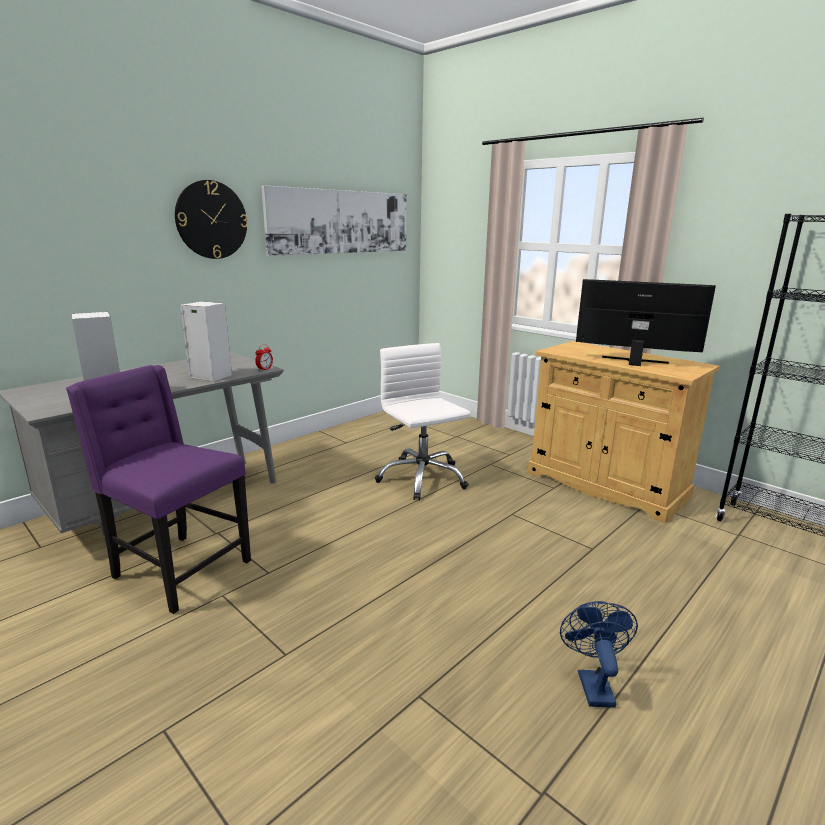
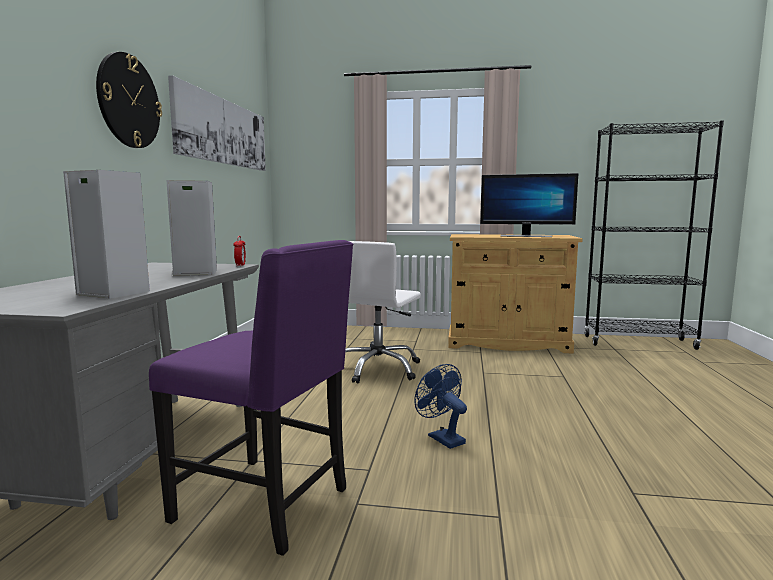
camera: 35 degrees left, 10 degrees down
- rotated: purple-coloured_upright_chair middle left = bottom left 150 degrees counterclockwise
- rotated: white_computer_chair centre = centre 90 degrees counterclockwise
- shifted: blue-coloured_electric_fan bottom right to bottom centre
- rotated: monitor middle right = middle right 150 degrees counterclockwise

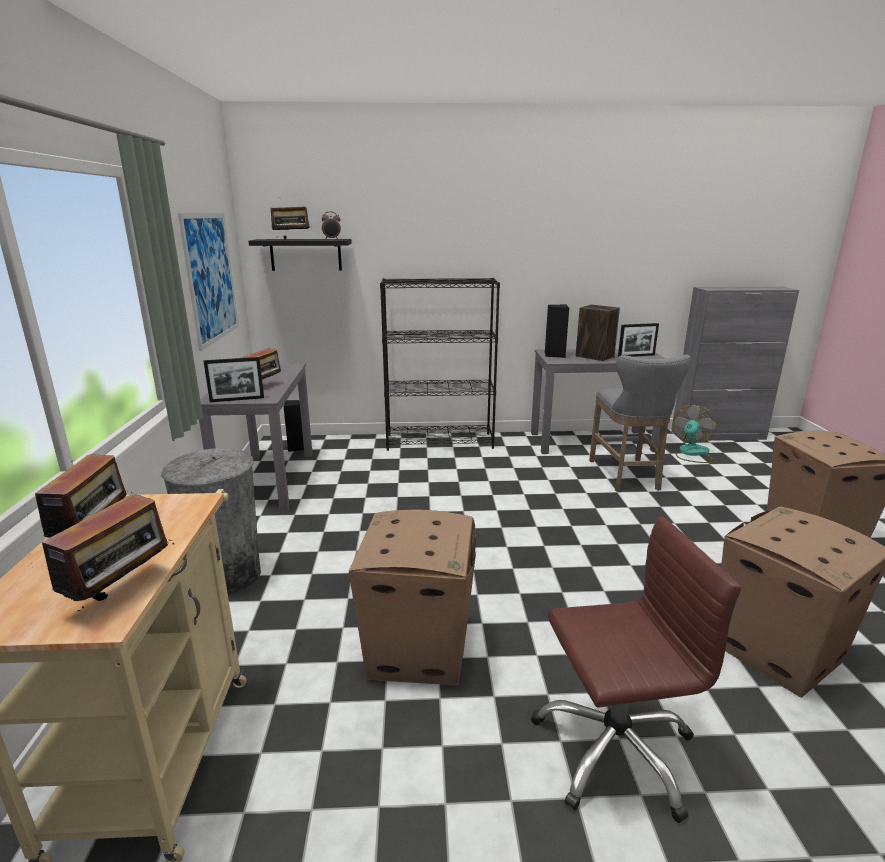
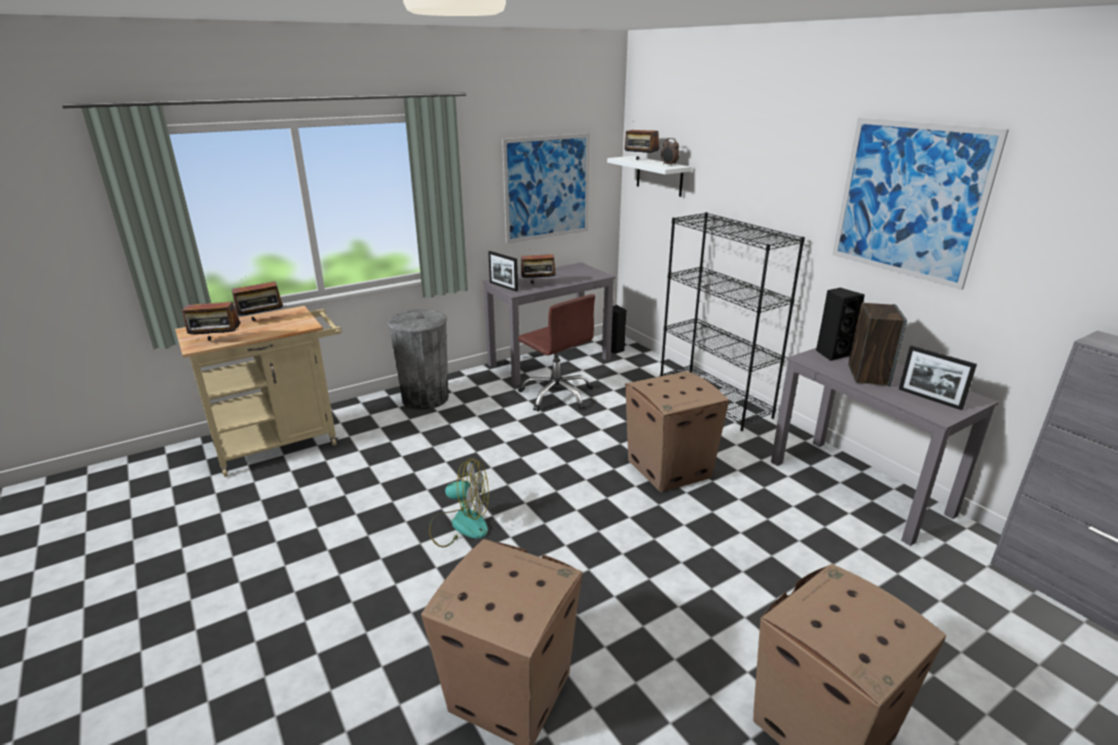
camera: 60 degrees right, 5 degrees up
- shifted: electric_fan middle right to bottom centre
- shifted: brownish_computer_chair bottom right to centre
- repainted: black-coloured_shelf top centre to white_shelf top centre
- shifted: packing_box (no. 1 from left in the first image) bottom centre to packing_box (no. 2 from left) centre
- new: wall_art (no. 2 from left) top right
- gone: grey_sitting_stool middle right

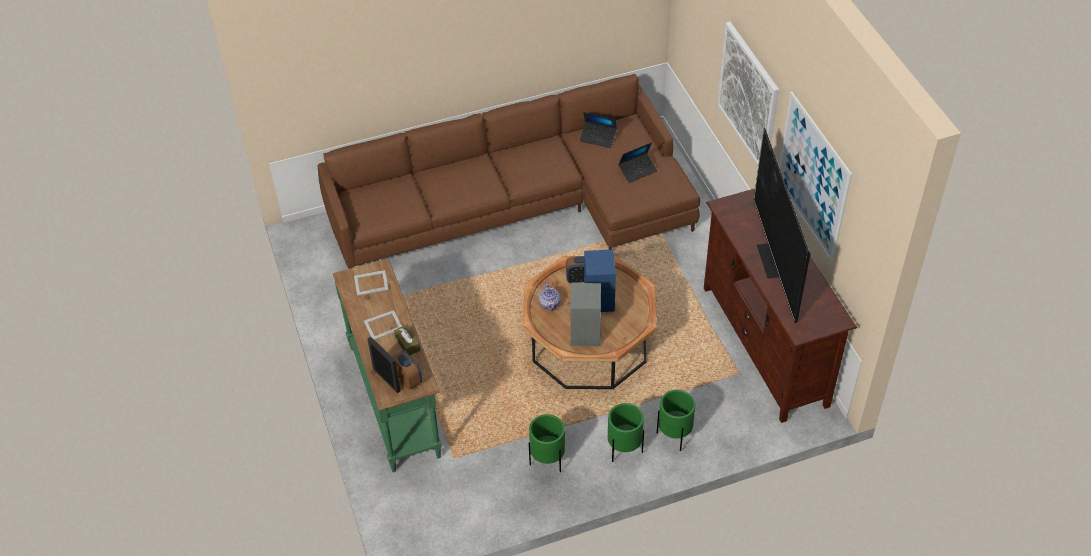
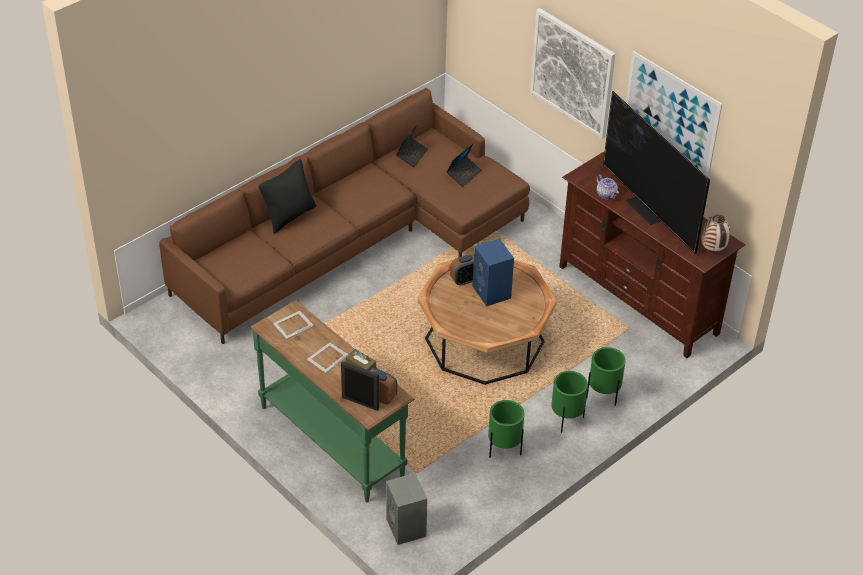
camera: 25 degrees left, 5 degrees down
- new: black-coloured_cushion middle left
- shifted: grey_speaker centre to bottom centre
- rotated: portable_computer (no. 1 from left) top centre = top centre 60 degrees counterclockwise
- shifted: tea_pot centre to top right
- new: flower_vase middle right

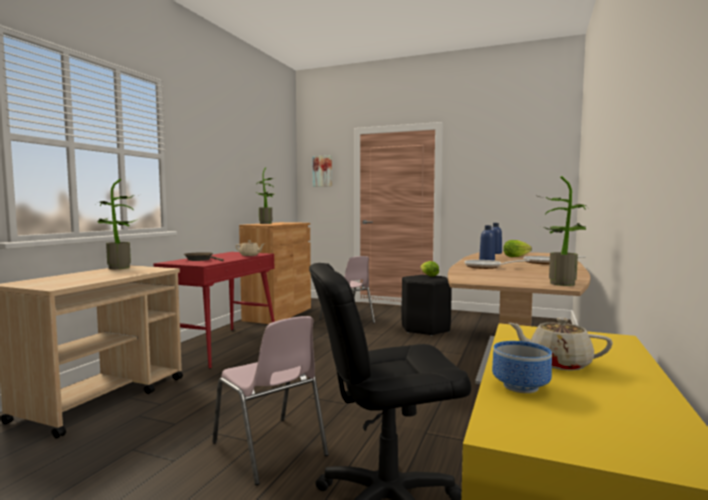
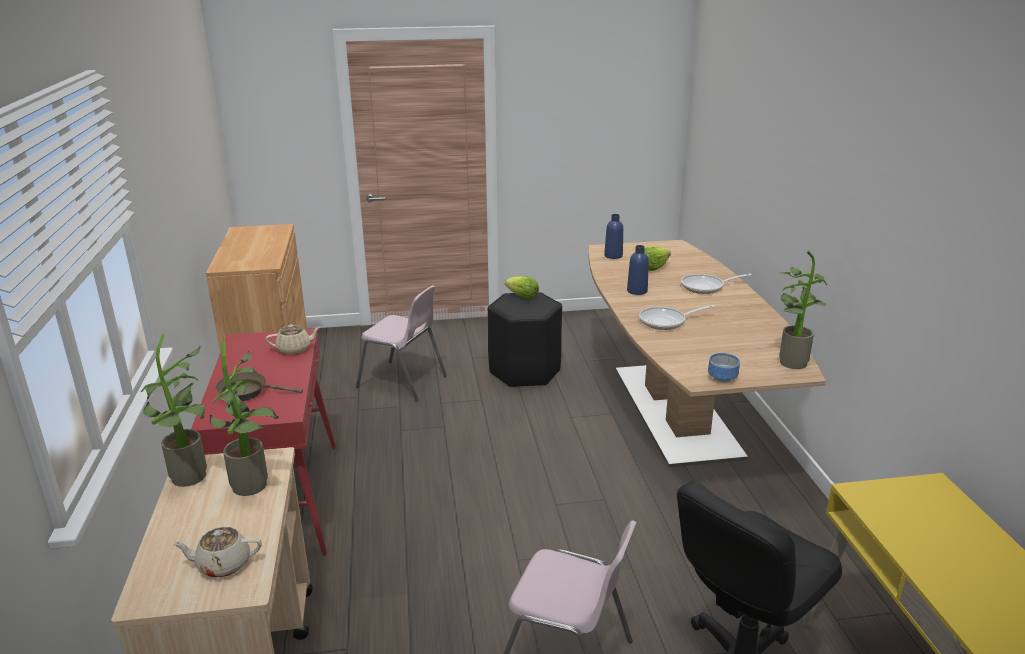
camera: 30 degrees left, 20 degrees up
- shifted: beige_tea_pot (no. 2 from left in the first image) bottom right to beige_tea_pot (no. 1 from left) bottom left
- shifted: plant_in_a_pot (no. 2 from left) centre to middle left
- shifted: deep_dish bottom right to middle right
- gone: wall_art centre

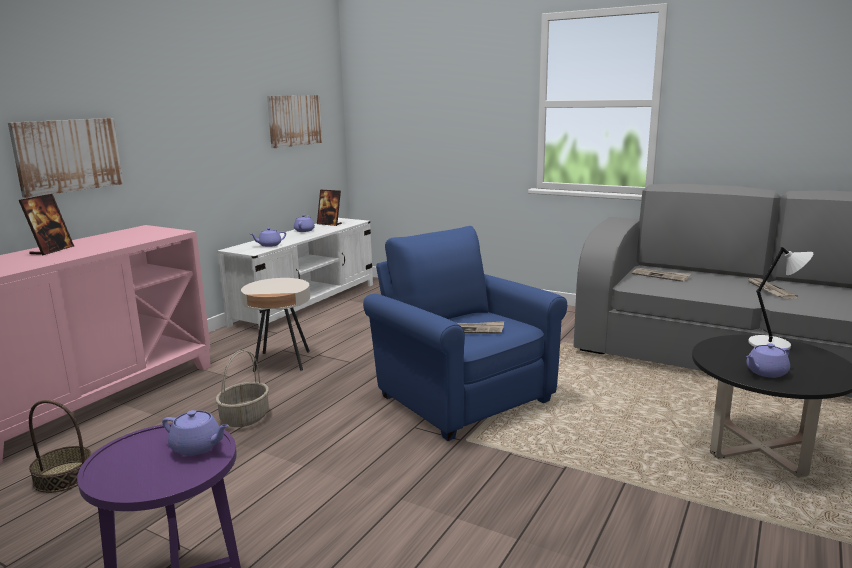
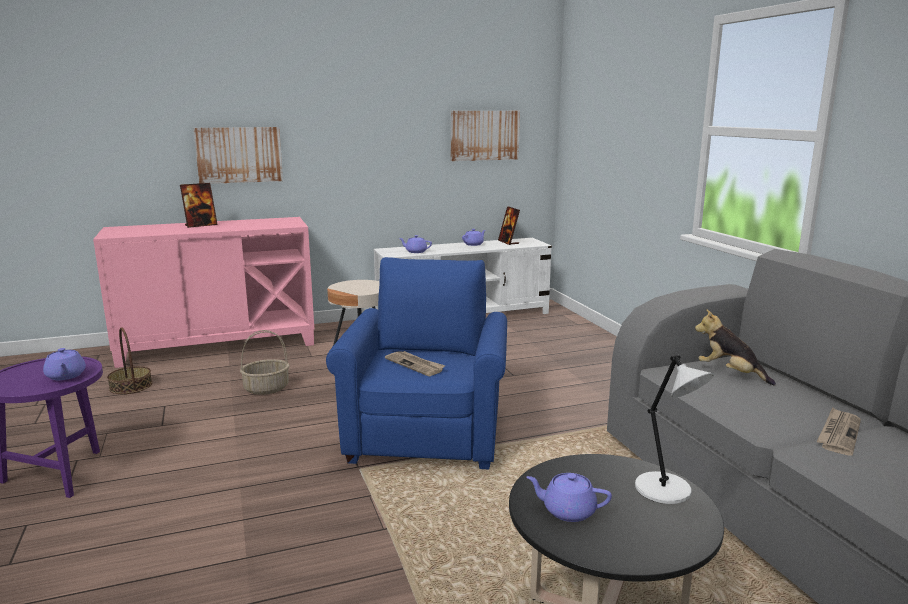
camera: 40 degrees right, 0 degrees up
- swapped: daily_paper (no. 2 from left) middle right to soft_toy middle right

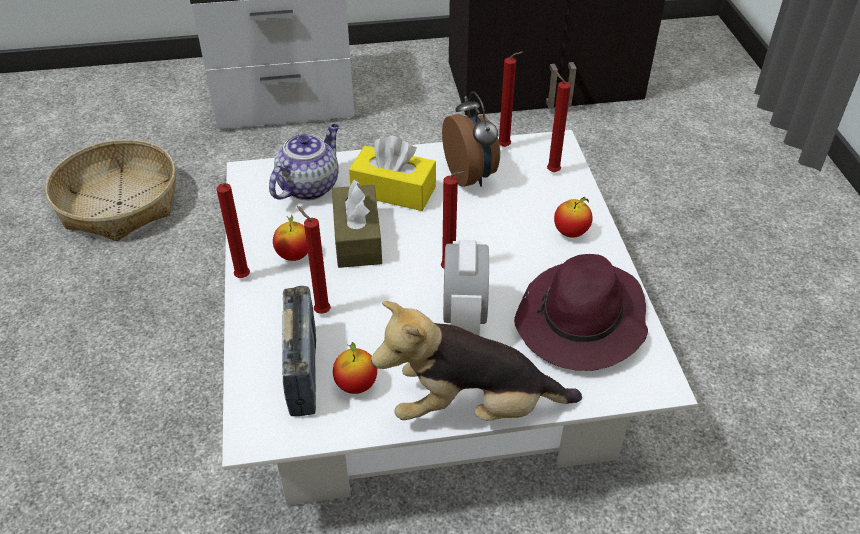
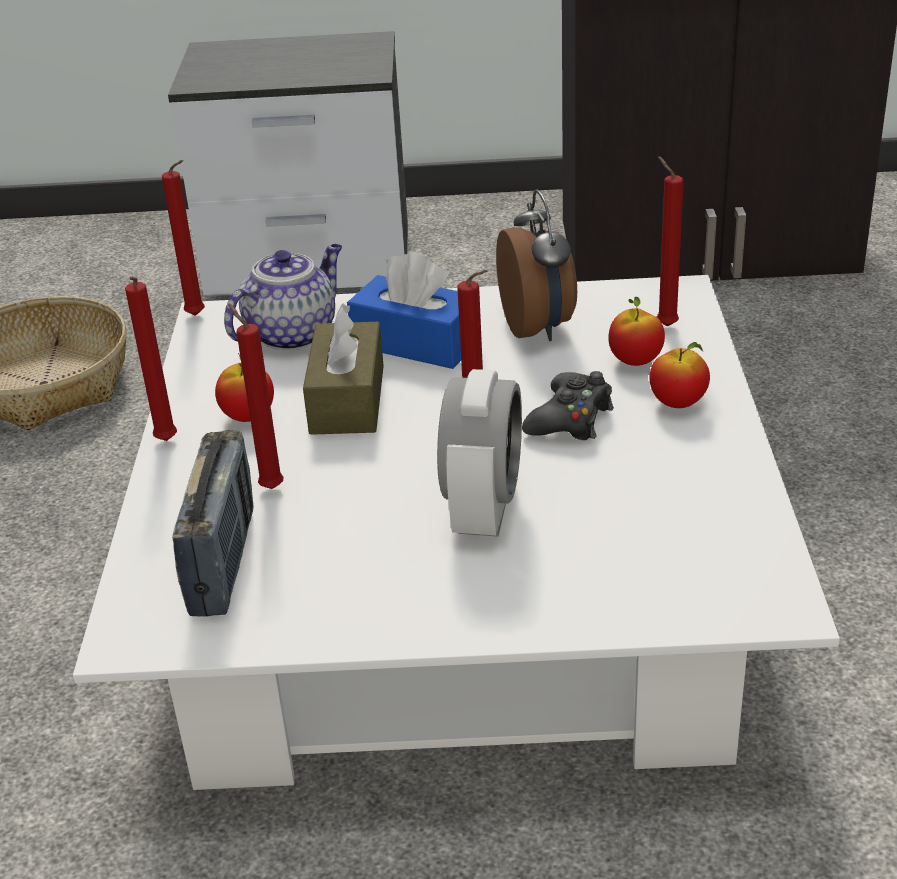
camera: 10 degrees right, 10 degrees down
- shifted: reddish_candle (no. 4 from left in the first image) top centre to reddish_candle (no. 2 from left) top left
- repainted: yellowish_box_of_tissues top centre to blue-coloured_box_of_tissues centre
- new: black-coloured_game_controller centre
- shifted: whole_apple (no. 2 from left) bottom centre to middle right
- gone: soft_toy bottom centre
- gone: purple-coloured_wearable_hat middle right

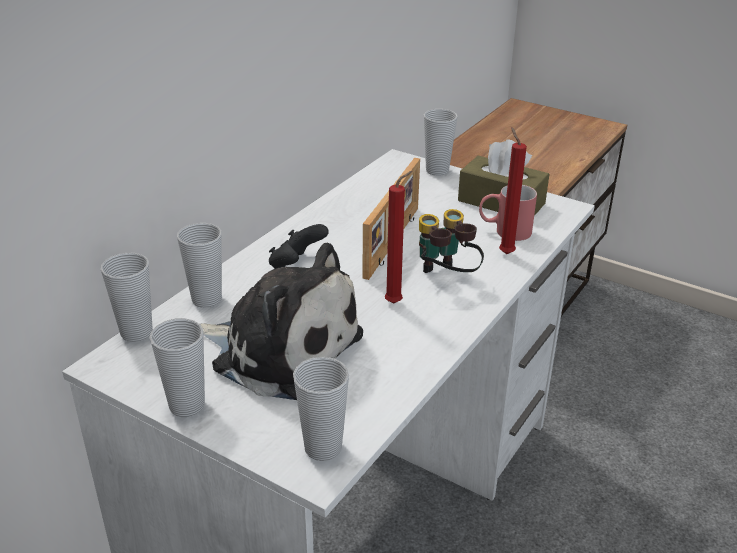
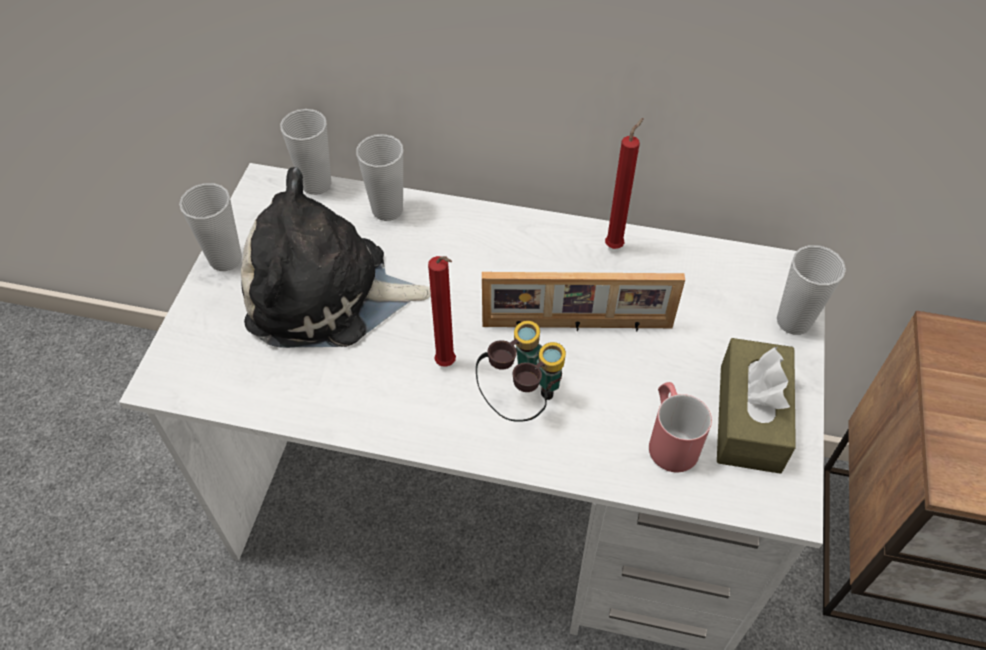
camera: 70 degrees right, 20 degrees up
- rotated: soft_toy centre = centre 90 degrees clockwise
- shifted: reddish_candle (no. 2 from left) middle right to top centre
- gone: black-coloured_game_controller centre
- gone: drinking_cup (no. 4 from left) bottom centre

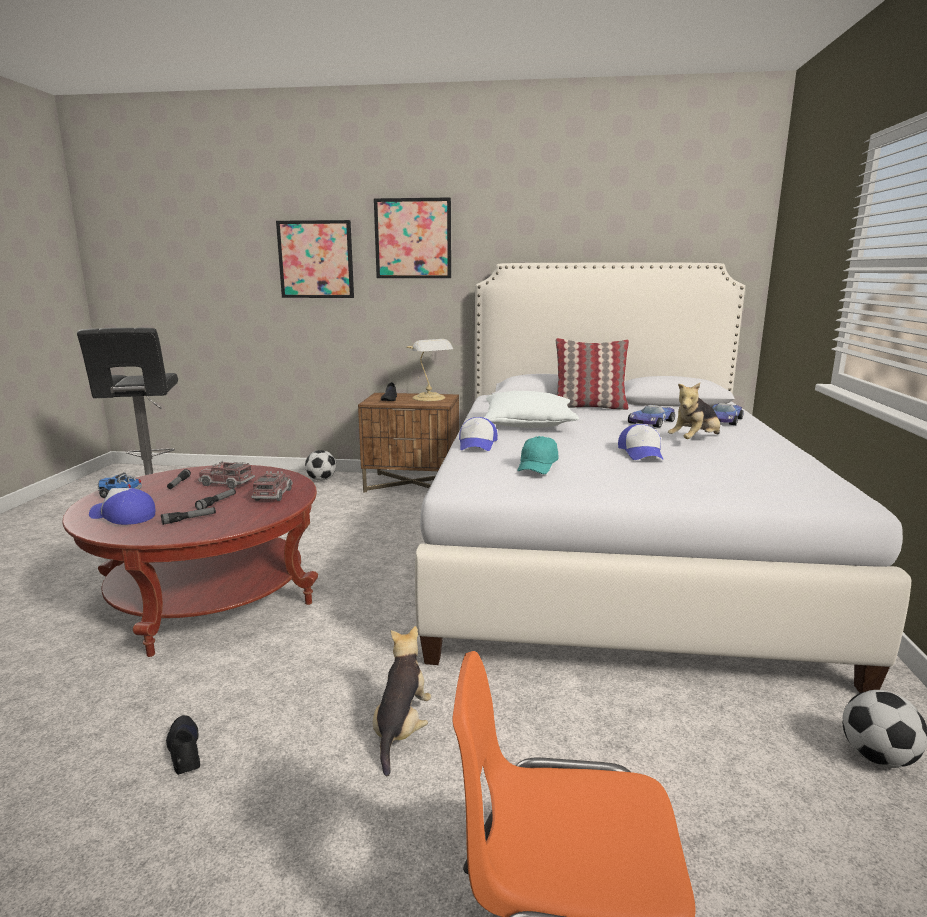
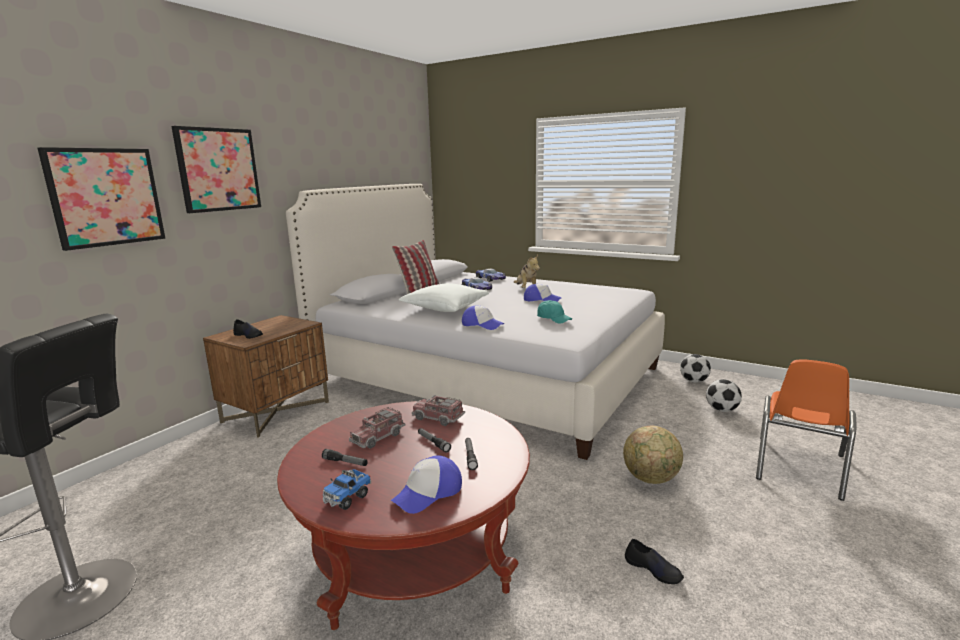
camera: 65 degrees left, 0 degrees up
- swapped: soft_toy (no. 1 from left) bottom centre to desk_globe bottom right
- rotated: black-coloured_item_of_footwear (no. 1 from left in the first image) bottom left = bottom right 135 degrees counterclockwise
- shifted: ball_for_football (no. 1 from left in the first image) centre to ball_for_football (no. 2 from left) middle right
- gone: lamp_for_a_table centre

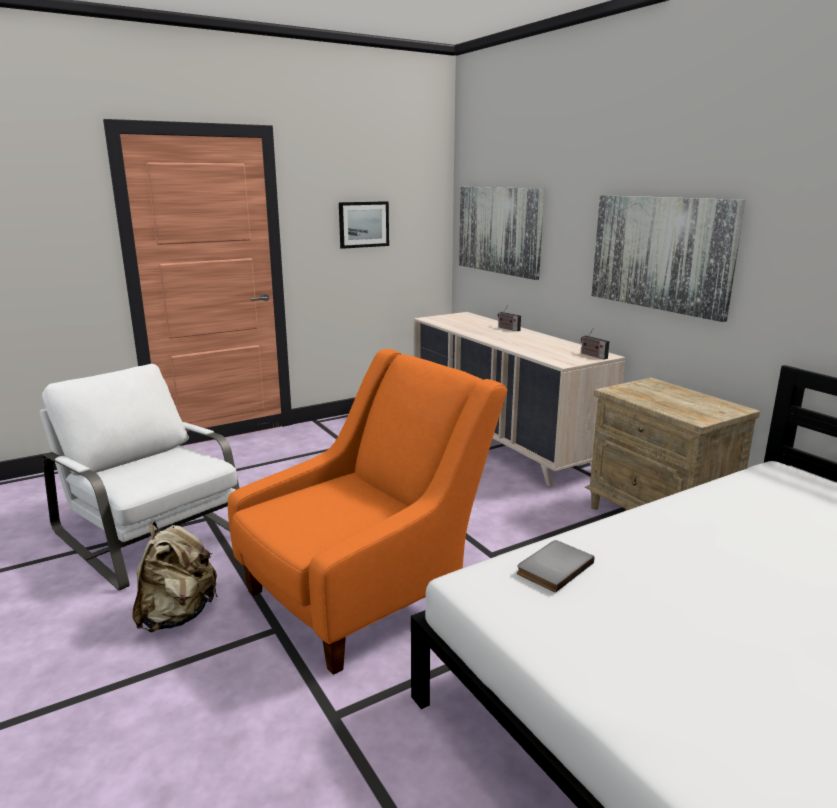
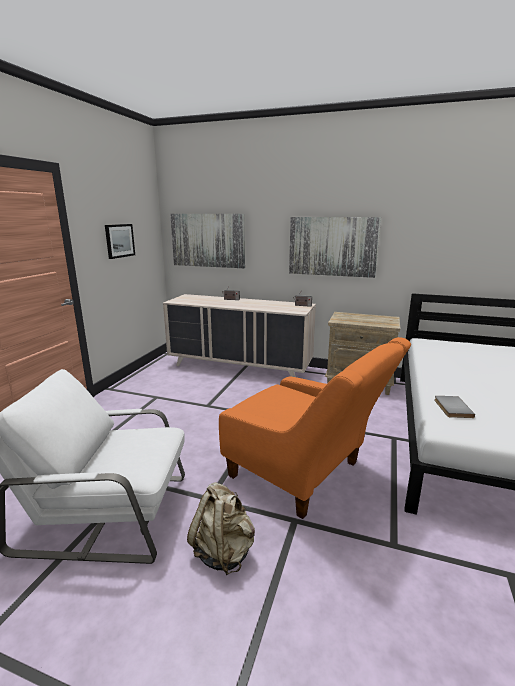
camera: 40 degrees left, 0 degrees up
- rotated: orangey_easy_chair centre = centre 120 degrees clockwise

